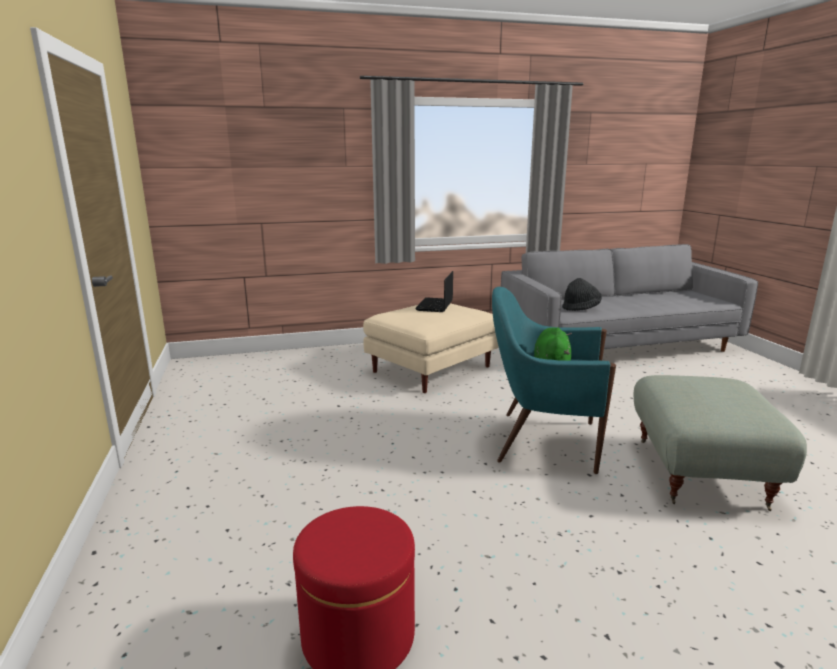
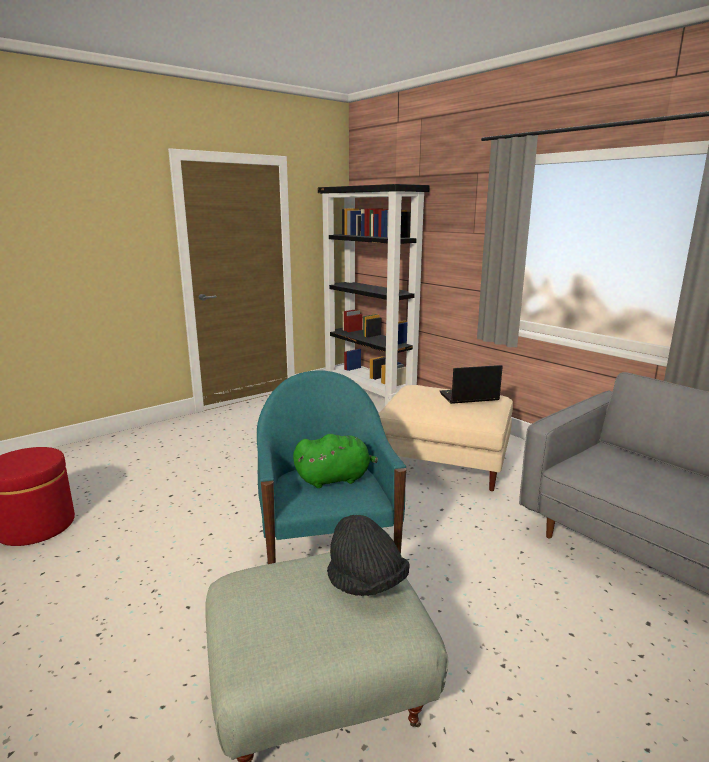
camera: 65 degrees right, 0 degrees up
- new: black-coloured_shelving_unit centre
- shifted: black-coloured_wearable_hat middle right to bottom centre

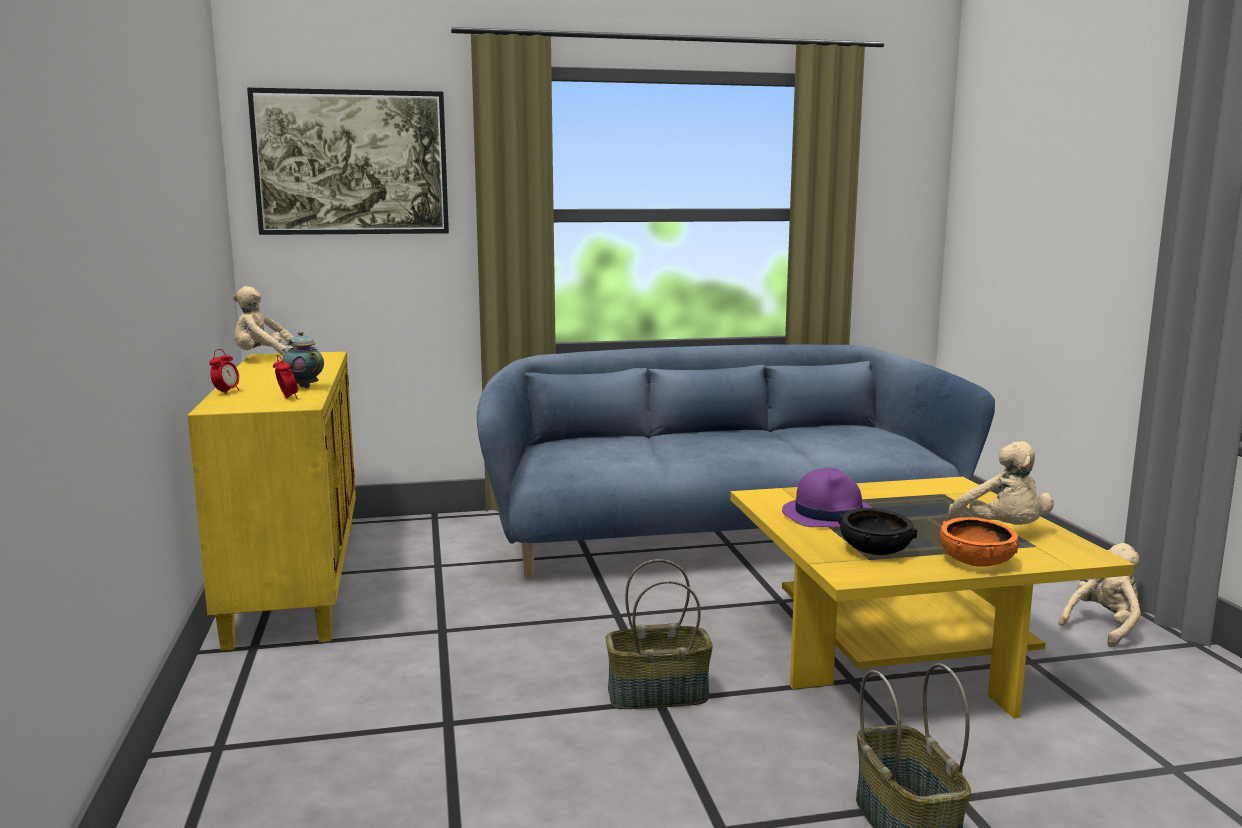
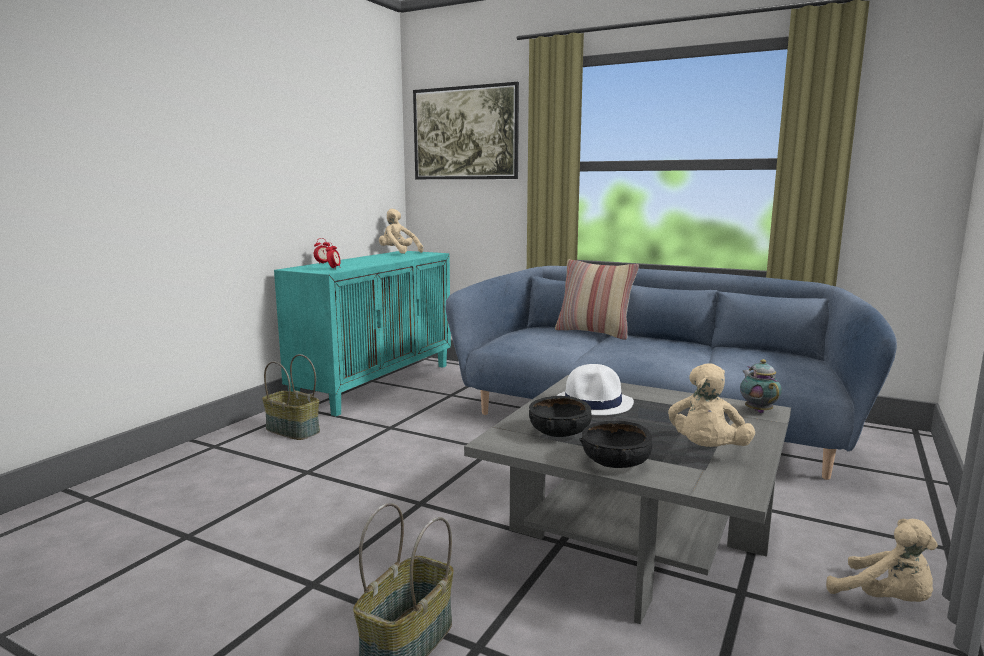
camera: 40 degrees right, 0 degrees up
- shifted: household_basket (no. 1 from left) bottom centre to middle left
- repainted: yellowish_cupboard middle left to turquoise_cupboard centre
- repainted: yellowish_lounge_table bottom right to grey_lounge_table bottom centre
- new: cushion centre
- repainted: purple-coloured_wearable_hat centre to white_wearable_hat centre
- repainted: orangey_deep_dish middle right to black-coloured_deep_dish (no. 2 from left) bottom centre
- shifted: tea_pot middle left to middle right
- rotated: beige_soft_toy (no. 3 from left) bottom right = bottom right 45 degrees clockwise

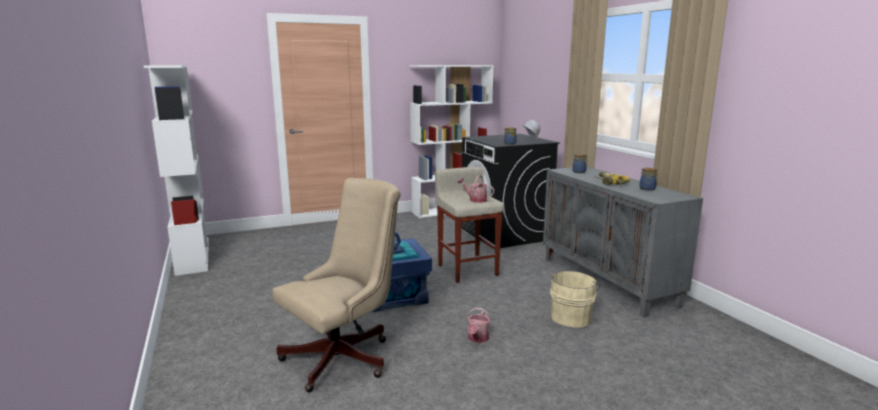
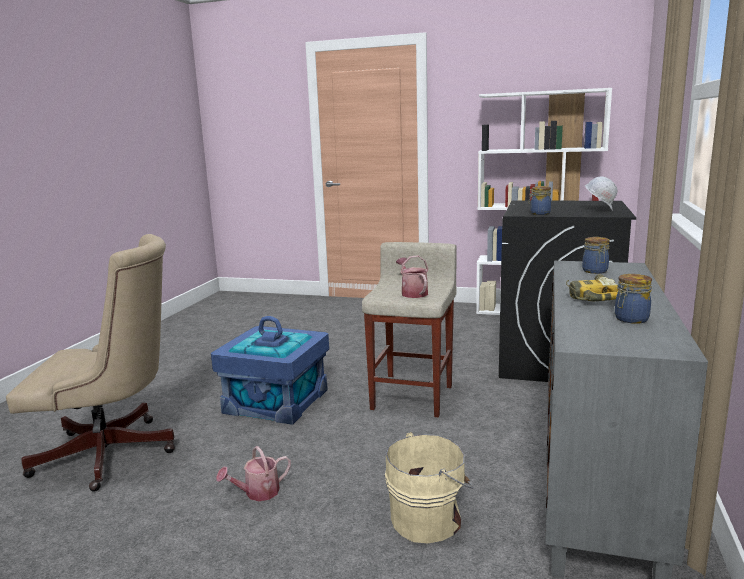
camera: 40 degrees right, 0 degrees up
- gone: white_shelving_unit (no. 1 from left) middle left

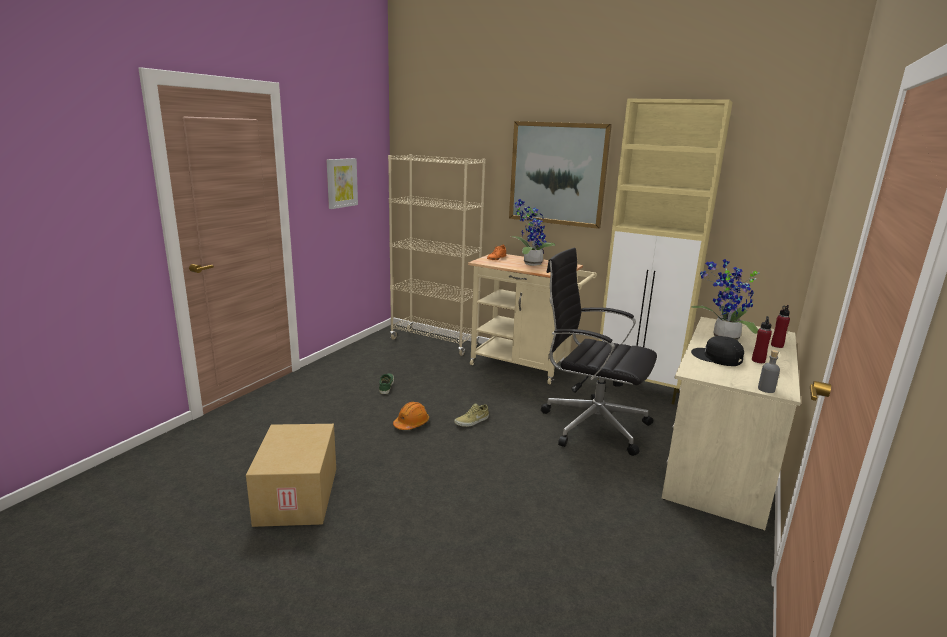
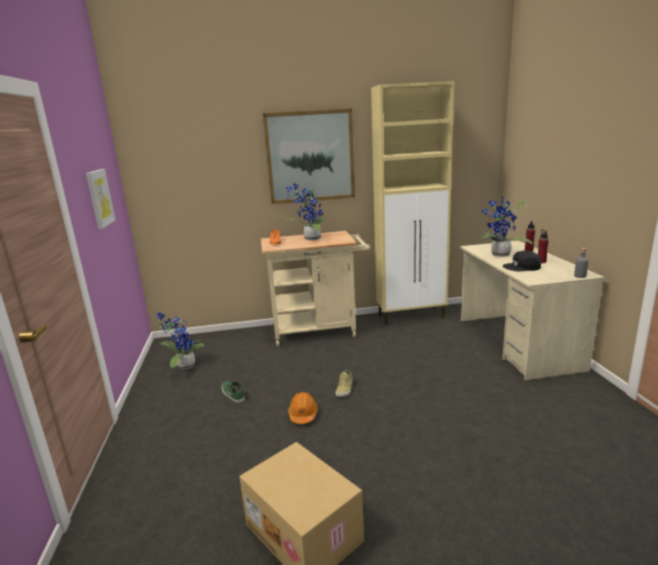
camera: 35 degrees left, 0 degrees up
- new: plant_in_a_pot (no. 1 from left) middle left
- gone: beige_shelving_unit centre
- gone: black-coloured_computer_chair centre

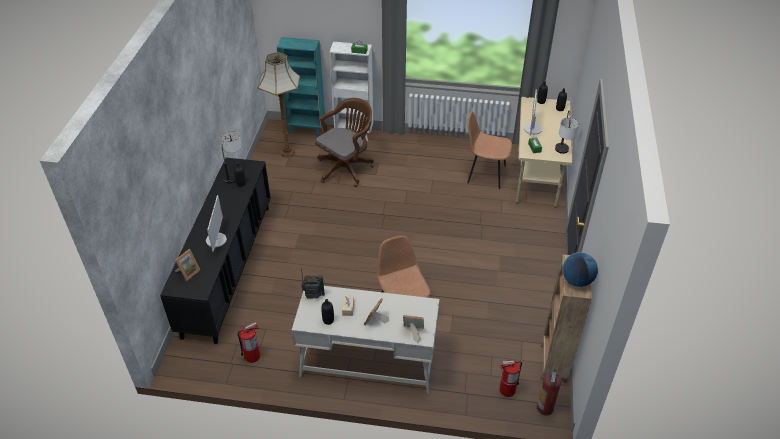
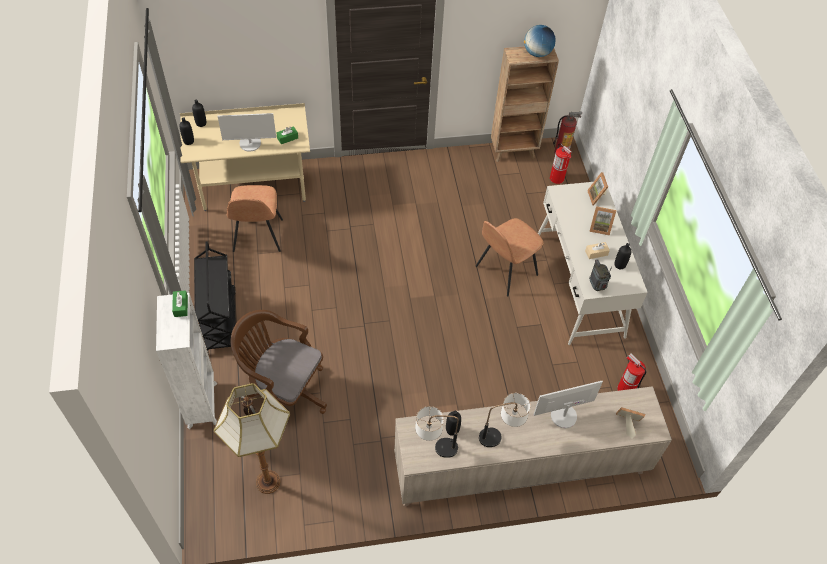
camera: 110 degrees left, 10 degrees up
- new: black-coloured_cart middle left
- repainted: black-coloured_cupboard middle left to beige_cupboard bottom centre
- shifted: lamp_for_a_table (no. 2 from left) top right to bottom centre
- gone: turquoise_shelving_unit top centre

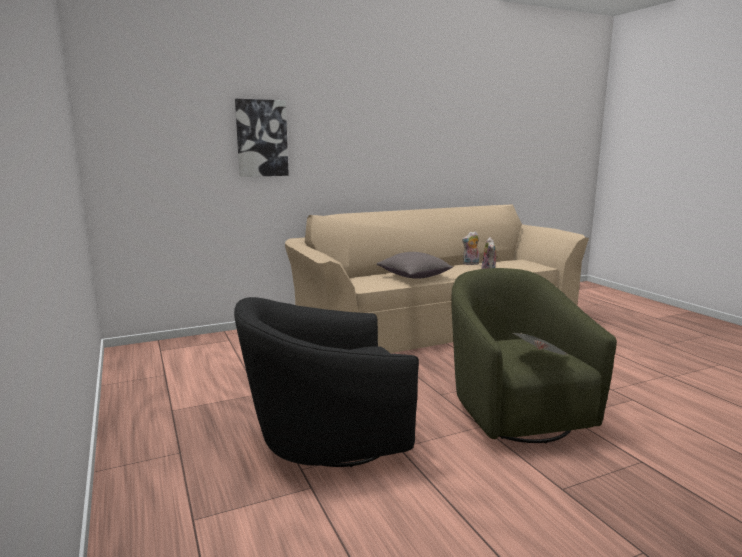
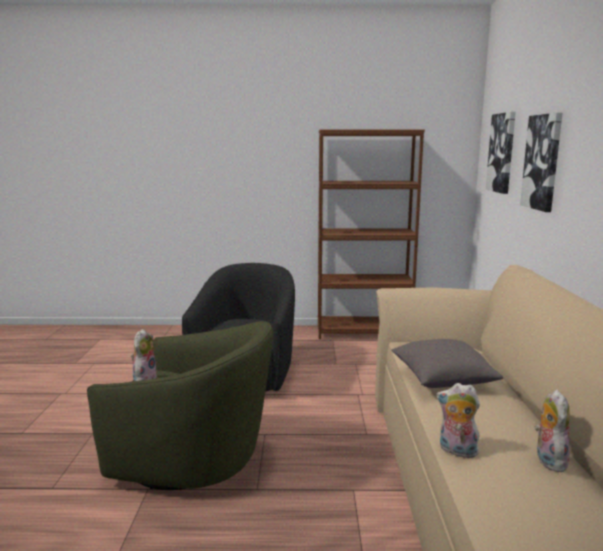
camera: 115 degrees right, 0 degrees up
- swapped: daily_paper middle right to soft_toy (no. 1 from left) middle left
- new: brownish_shelving_unit centre
- new: wall_art (no. 1 from left) top right

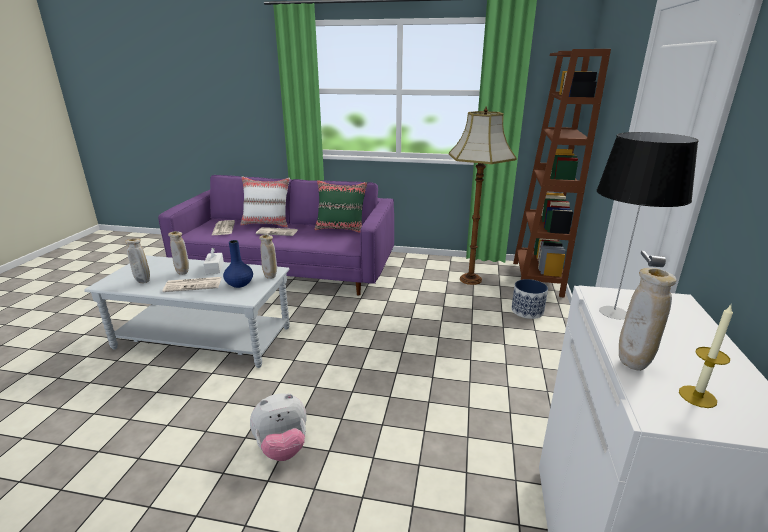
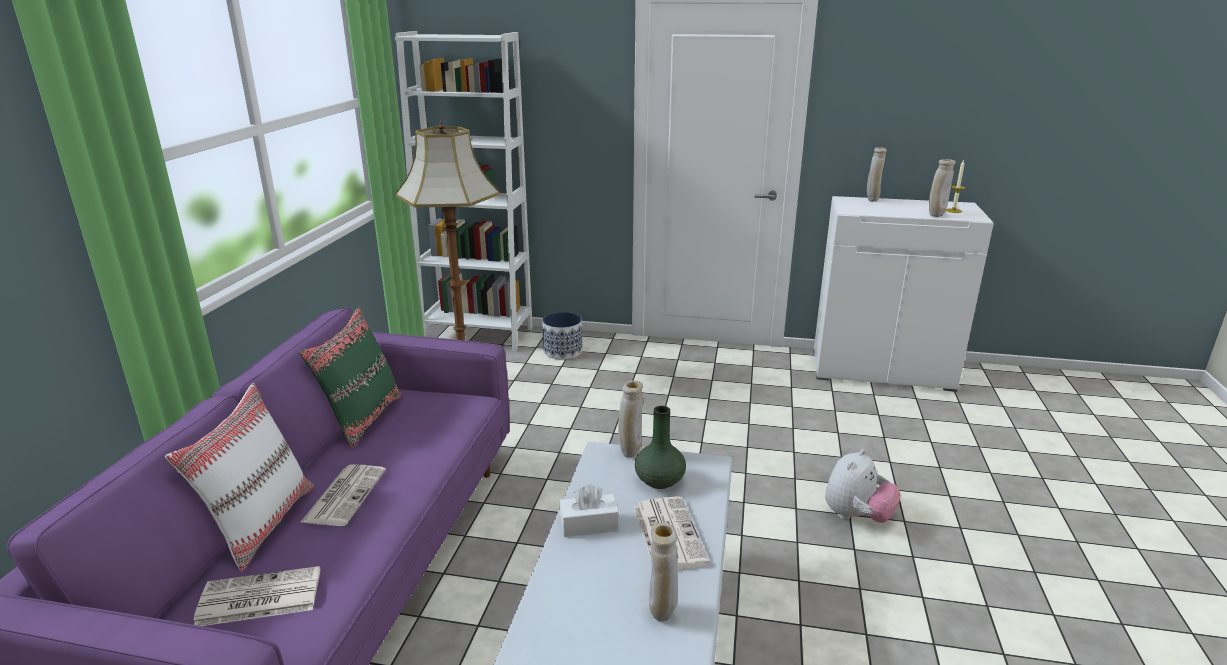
camera: 90 degrees left, 0 degrees up
- repainted: brownish_shelving_unit top right to white_shelving_unit top centre
- repainted: blue-coloured_flower_vase middle left to green_flower_vase bottom centre
- rotated: soft_toy bottom centre = bottom right 60 degrees clockwise
- shifted: beige_flower_vase (no. 2 from left in the first image) middle left to beige_flower_vase (no. 3 from left) top right
- gone: lamp_for_a_table middle right

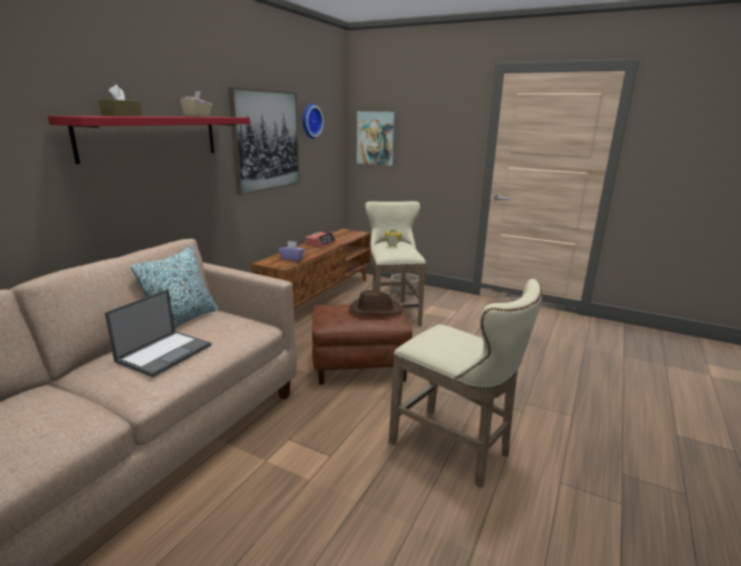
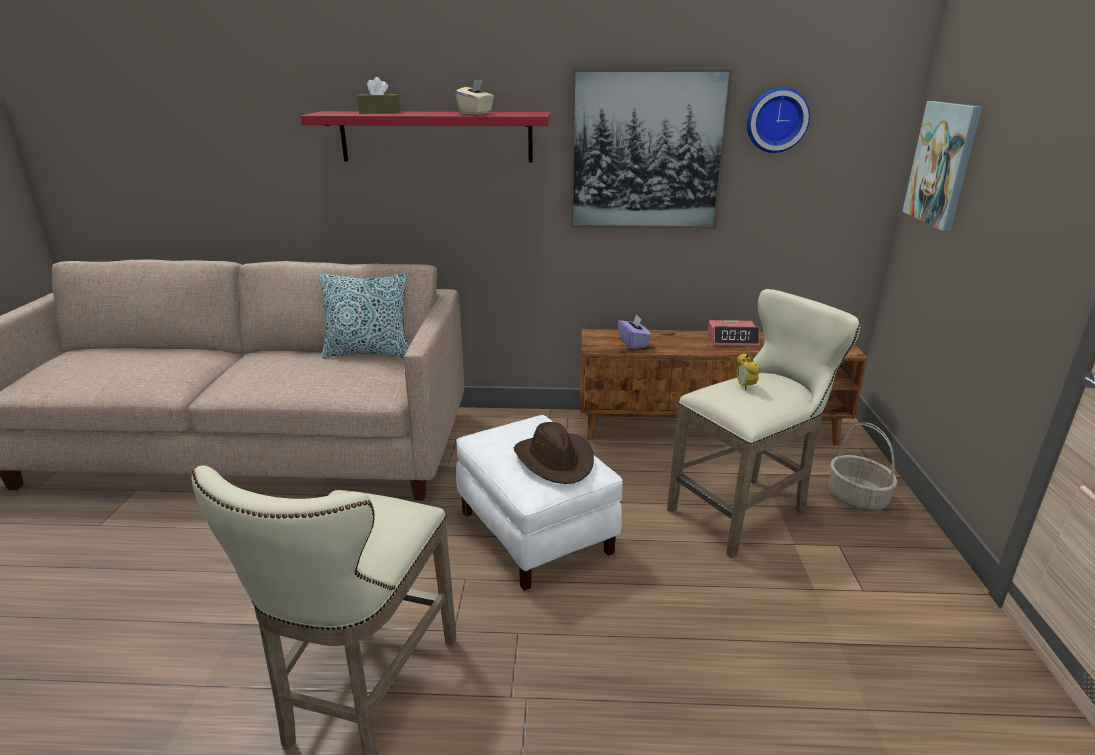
camera: 65 degrees right, 5 degrees up
- repainted: brownish_footrest centre to white_footrest centre
- gone: portable_computer middle left

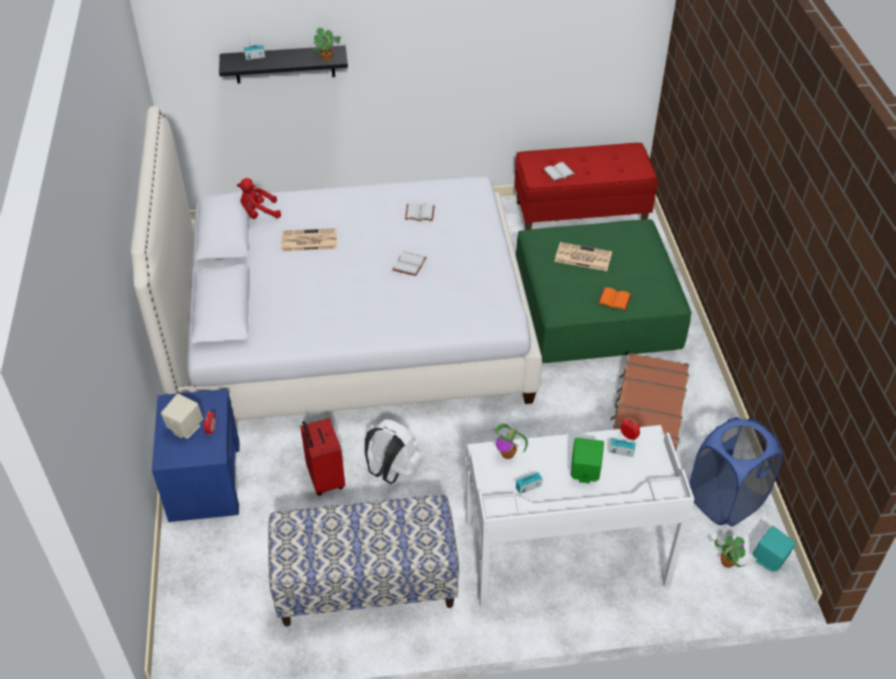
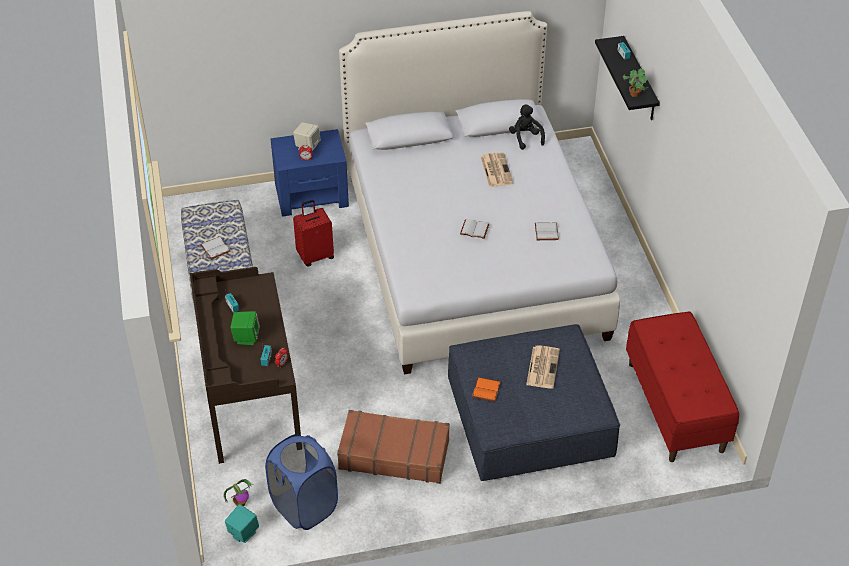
camera: 85 degrees right, 0 degrees up
- repainted: white_desk_unit bottom centre to brownish_desk_unit middle left
- shifted: white_bound_book (no. 3 from left in the first image) top centre to white_bound_book (no. 1 from left) middle left
- repainted: green_footrest middle right to blue-coloured_footrest bottom centre
- repainted: reddish_soft_toy top left to black-coloured_soft_toy top centre
- gone: white_backpack centre
- gone: plant_in_a_pot (no. 2 from left) centre

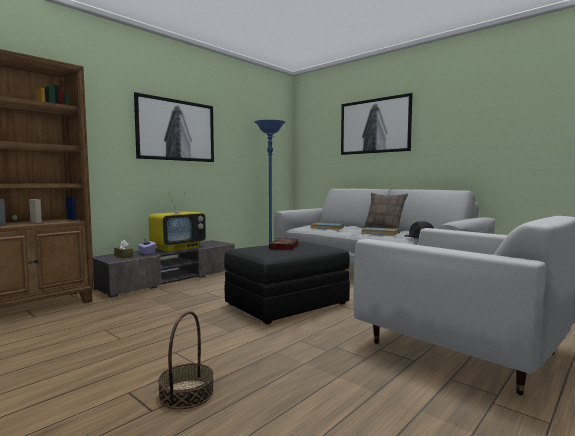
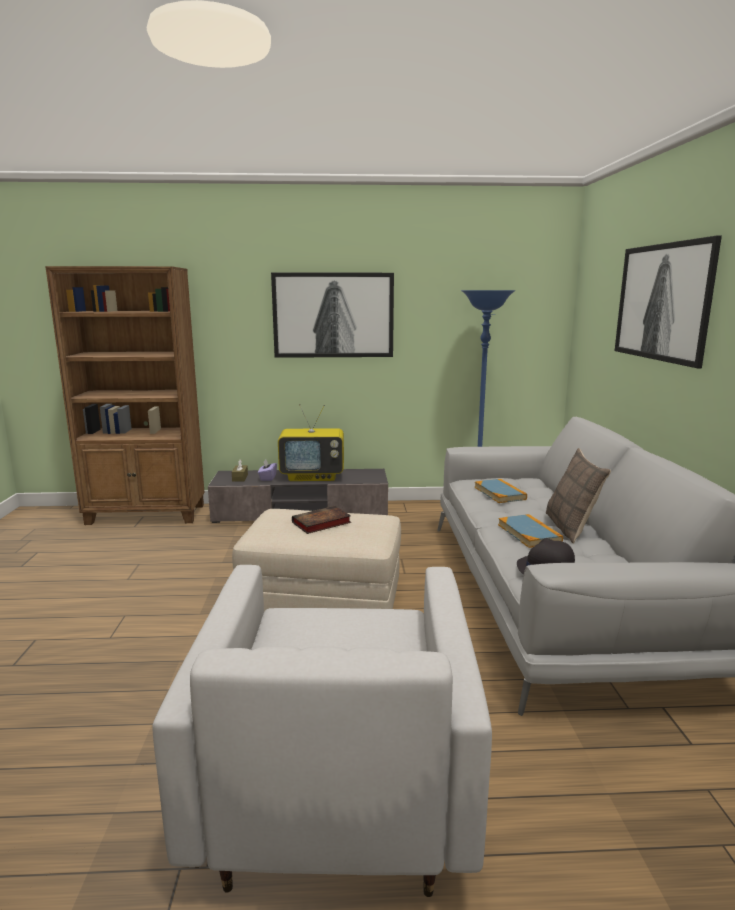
camera: 45 degrees right, 10 degrees up
- repainted: black-coloured_footrest centre to beige_footrest centre
- gone: household_basket bottom left

